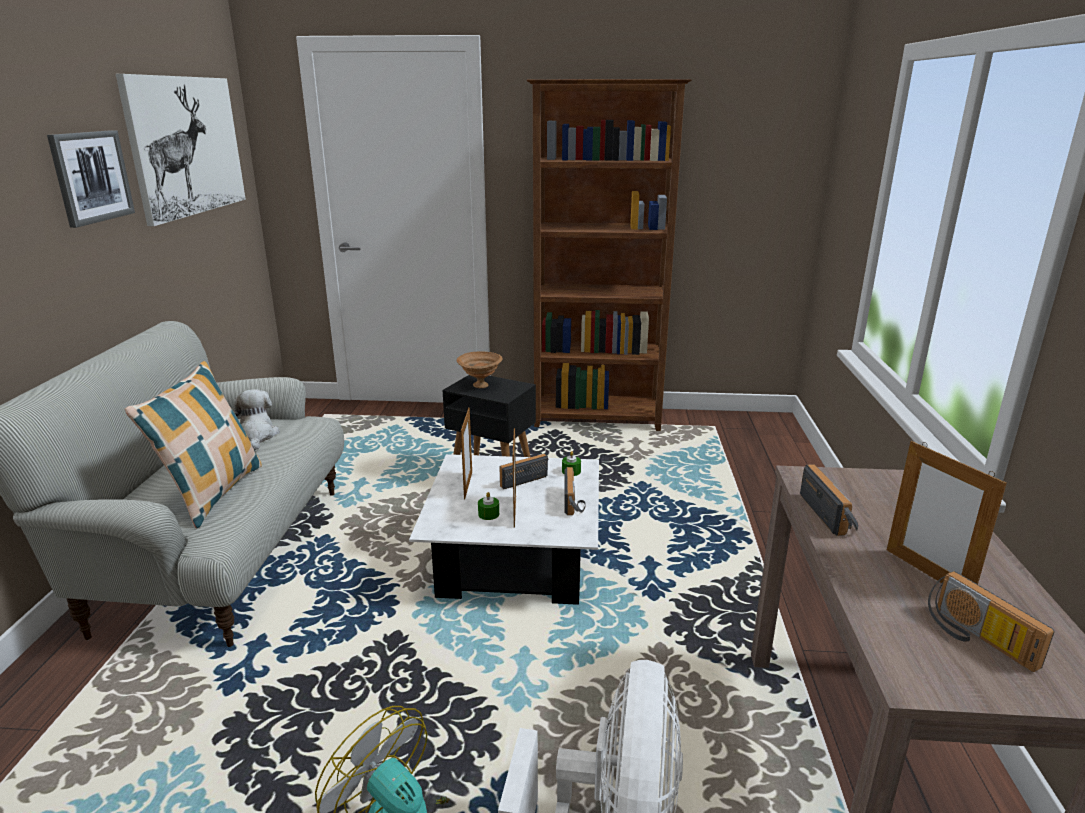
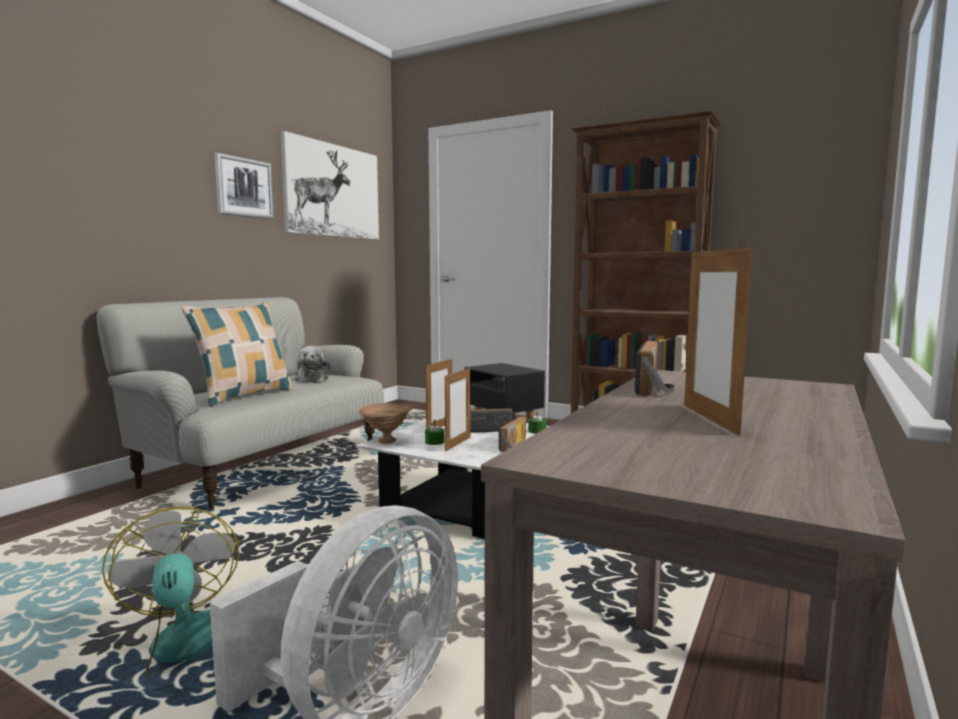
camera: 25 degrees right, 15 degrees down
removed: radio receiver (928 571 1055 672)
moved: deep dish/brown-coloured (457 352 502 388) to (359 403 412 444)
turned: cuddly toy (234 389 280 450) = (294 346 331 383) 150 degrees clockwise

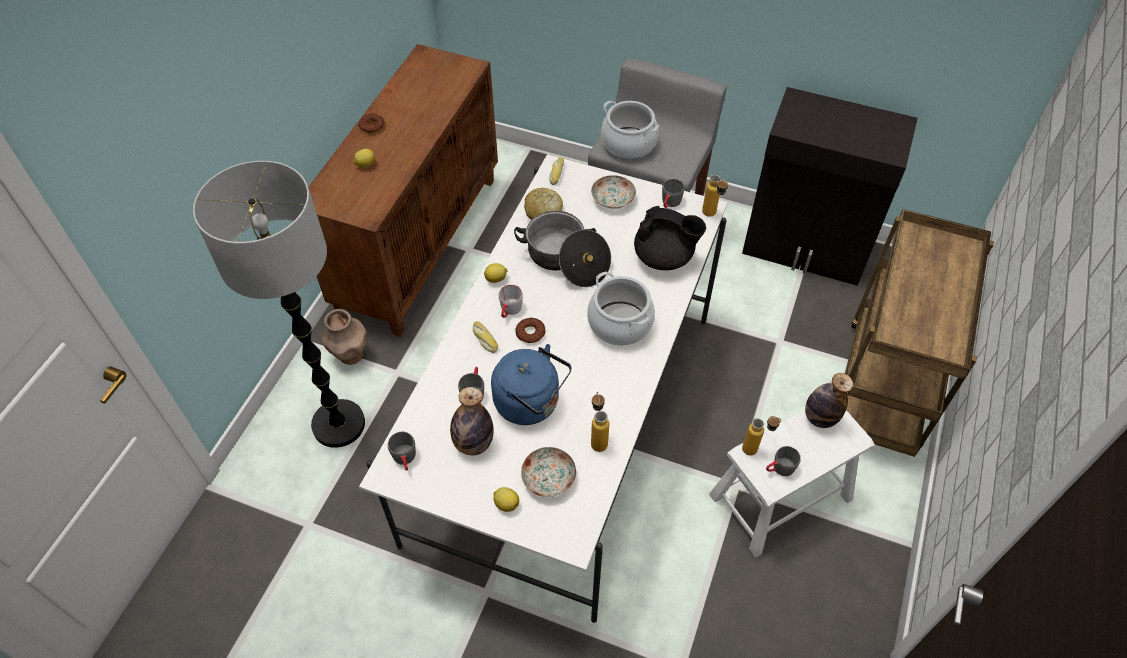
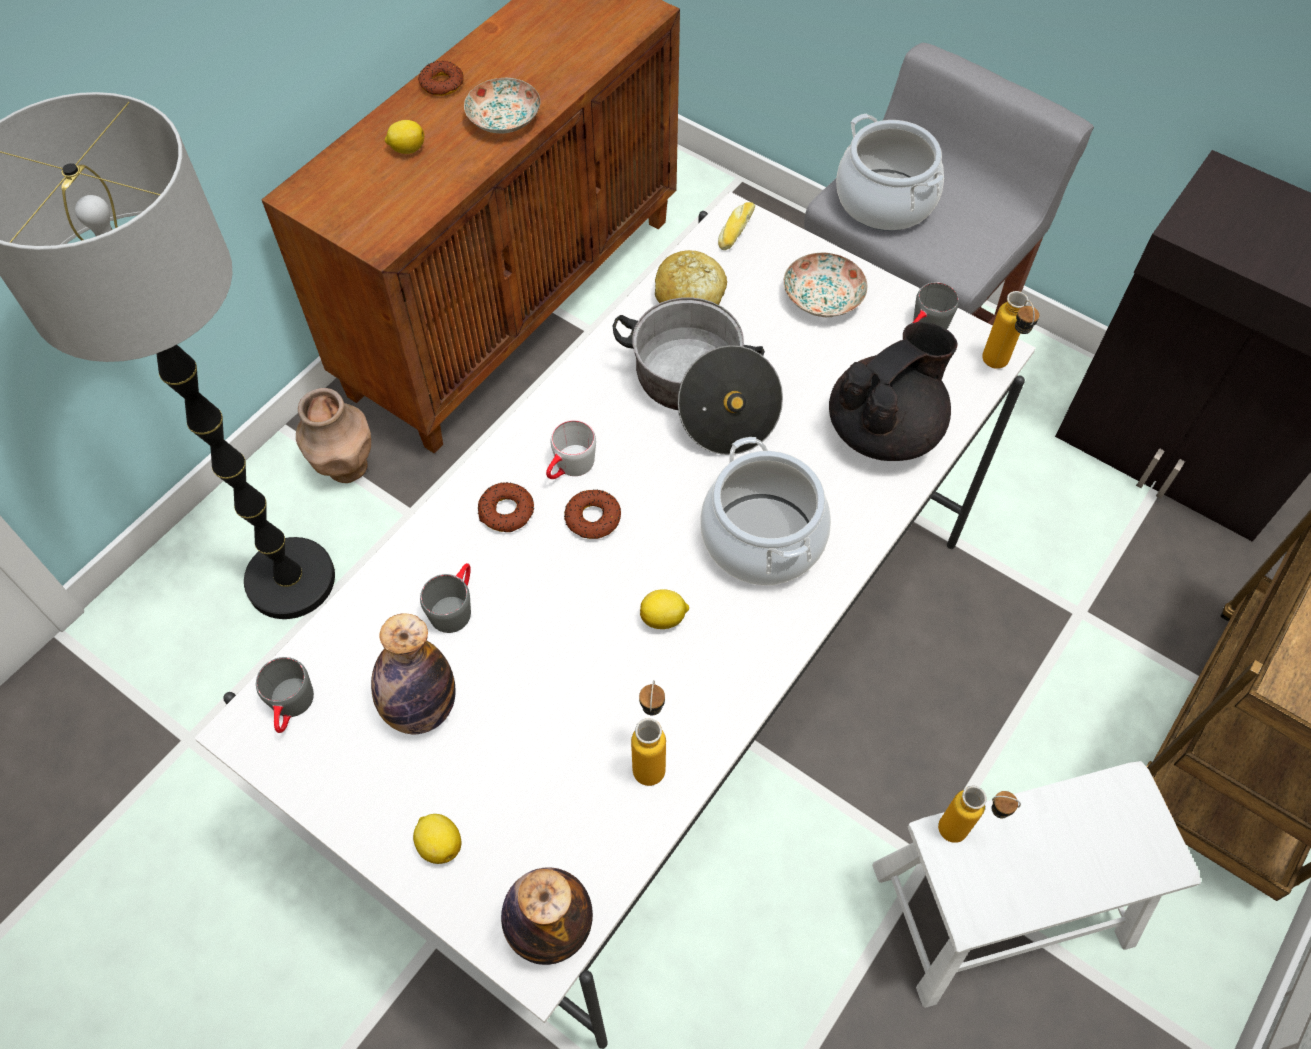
camera: 15 degrees right, 5 degrees up
removed: kettle/bluish (491 344 572 425); mug/grey (766 446 801 476)
moved: whole lemon (484 263 508 283) to (640 589 689 629); dinner plate (521 447 576 498) to (464 78 541 134); beverage bottle (805 373 853 428) to (501 867 593 965)
replaced: bakery bread (473 321 498 353) to donut (478 482 534 532)
turned: pot for tea/blackish (634 206 706 270) = (829 322 957 461) 75 degrees counterclockwise

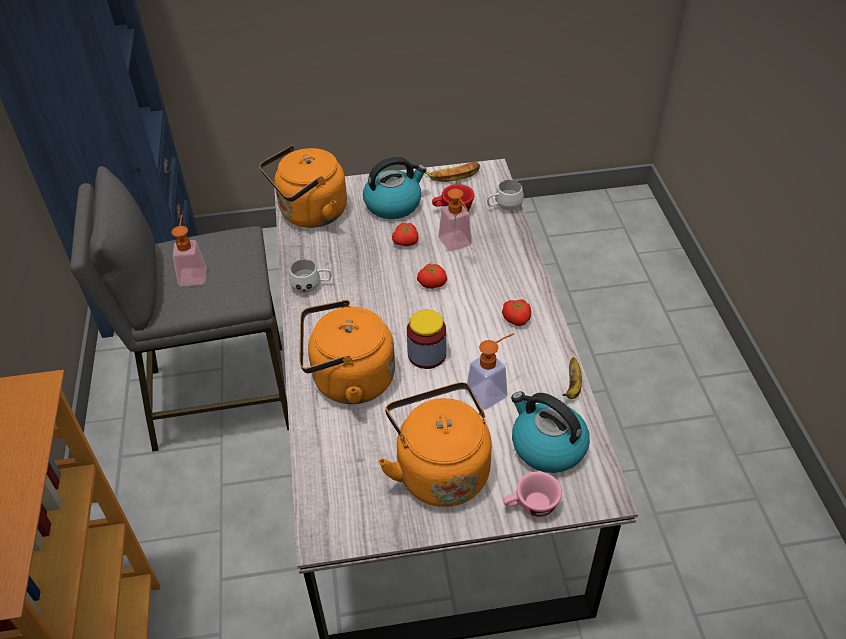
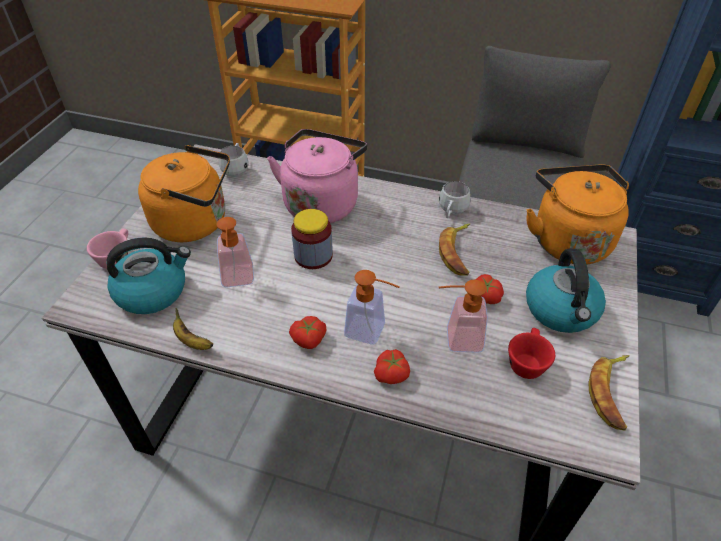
camera: 115 degrees right, 0 degrees up
added: banana fruit (439 223 470 276)
moved: liquid soap bottle (172 214 207 287) to (344 270 400 344); tomato (417 263 447 289) to (374 349 410 384); mug/whitish (487 180 524 210) to (219 143 249 177)
recoloured: kettle/orange-coloured (300 300 395 404) to kettle/pink-coloured (267 129 367 223)

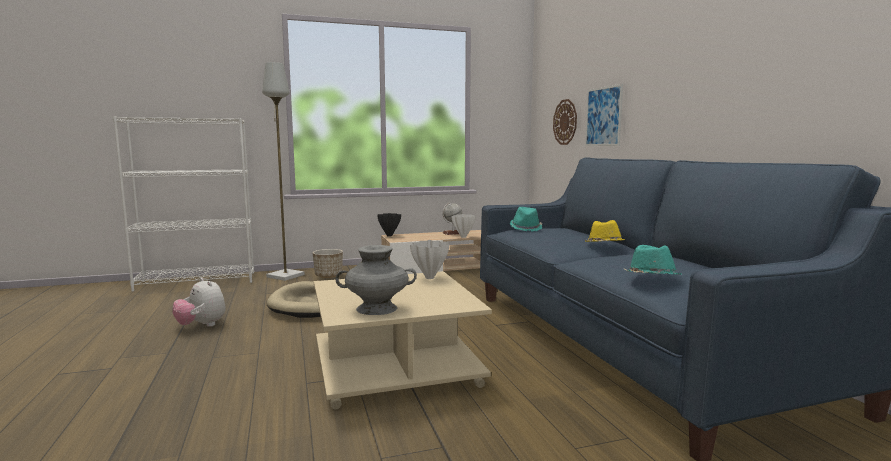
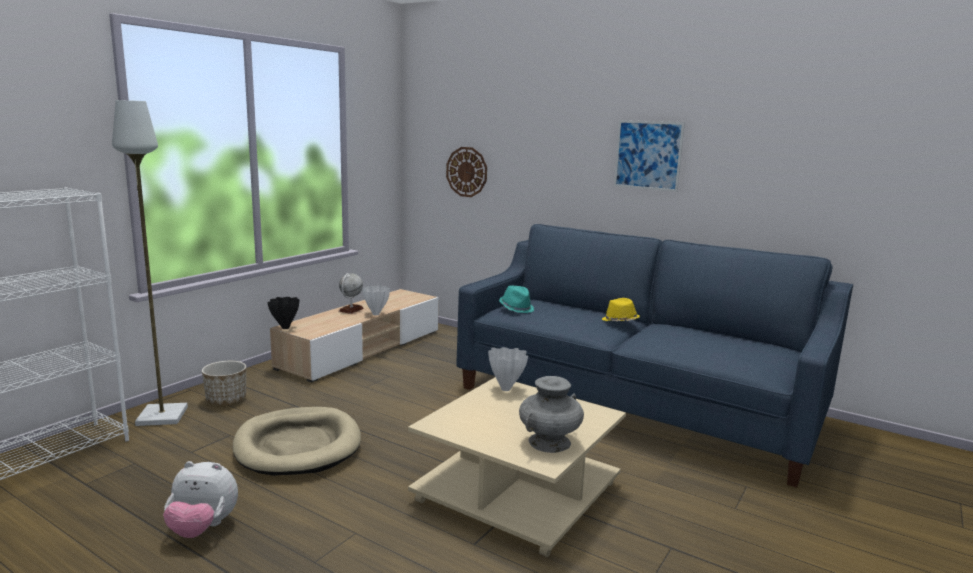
camera: 40 degrees left, 5 degrees up
removed: clothing hat/turquoise-coloured (624 245 682 275)
moved: picture (585 84 623 146) to (614 120 685 192)

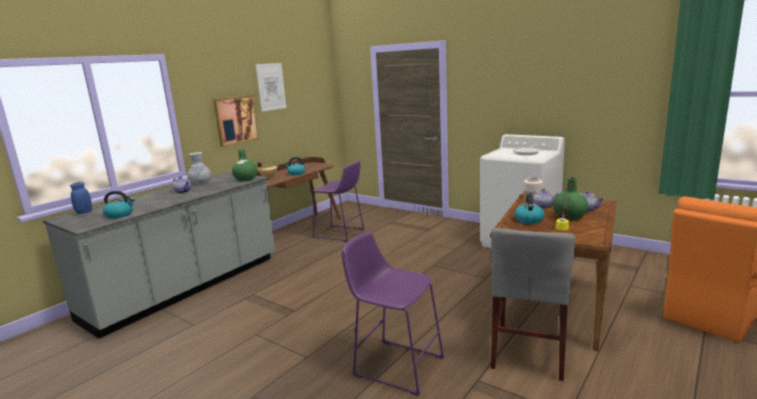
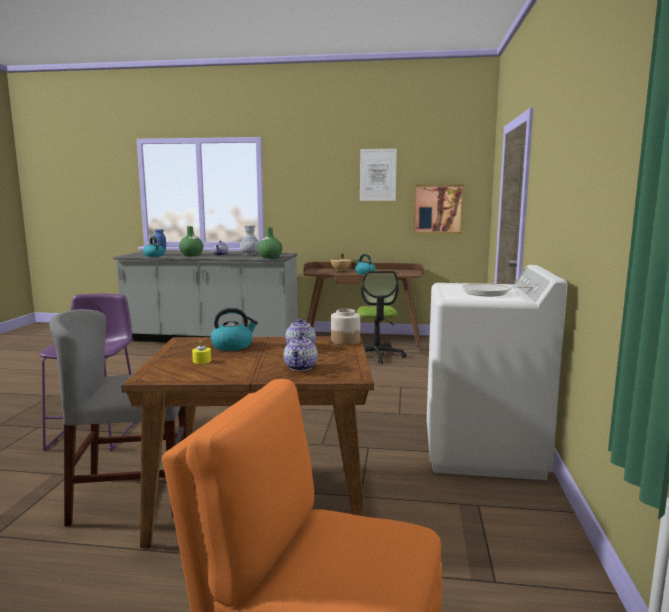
camera: 60 degrees right, 5 degrees down
moved: picture (213 95 260 147) to (413 184 464 234); vase/green (553 177 588 221) to (179 226 203 256)
replaced: stool seat/purplish (312 160 364 242) to office chair (357 271 407 364)

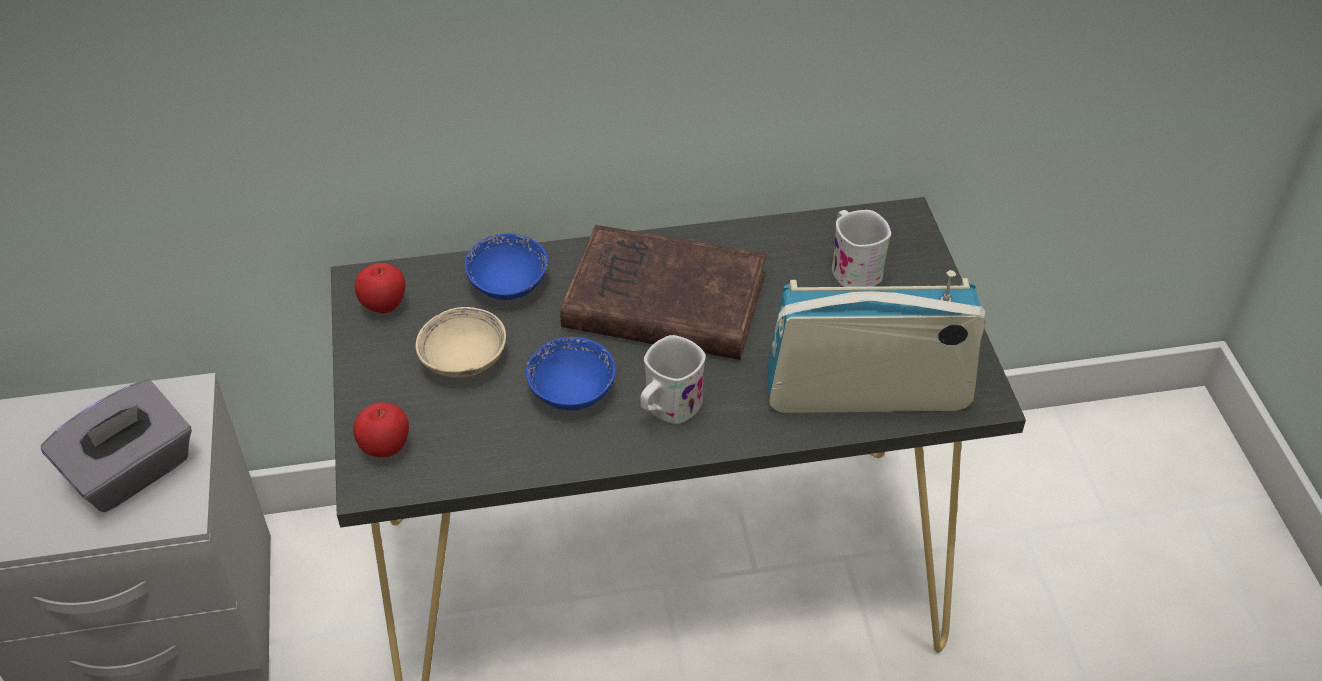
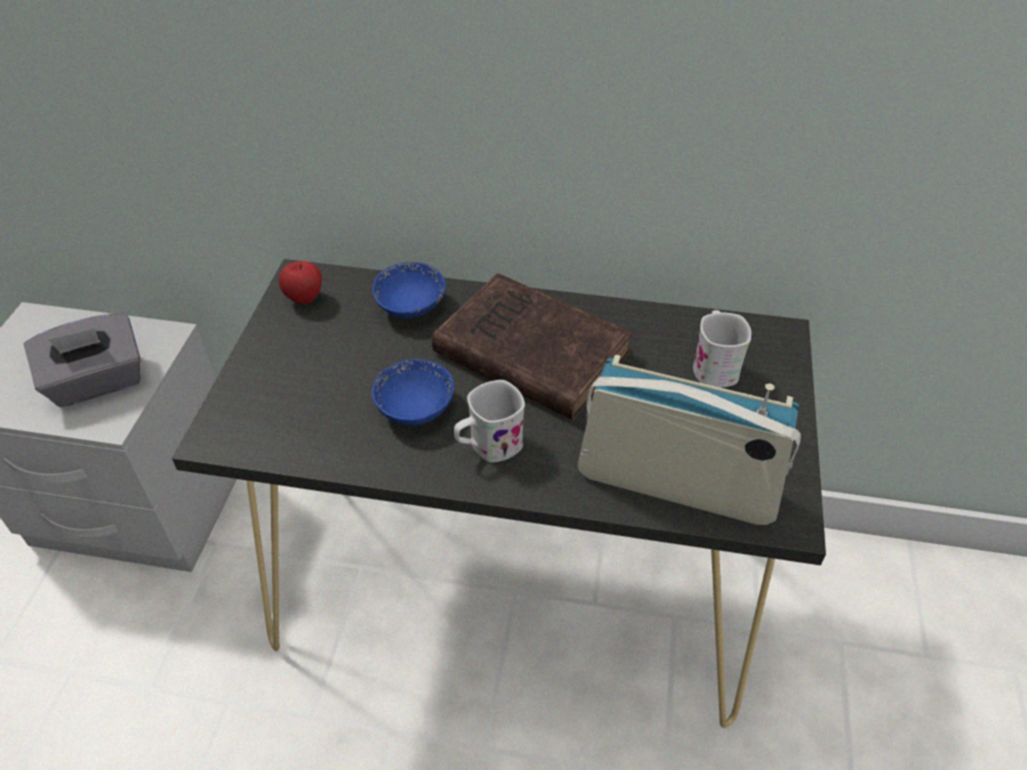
camera: 20 degrees right, 0 degrees up
removed: apple fruit (353 402 409 457); deep dish/beige-coloured (416 307 506 378)

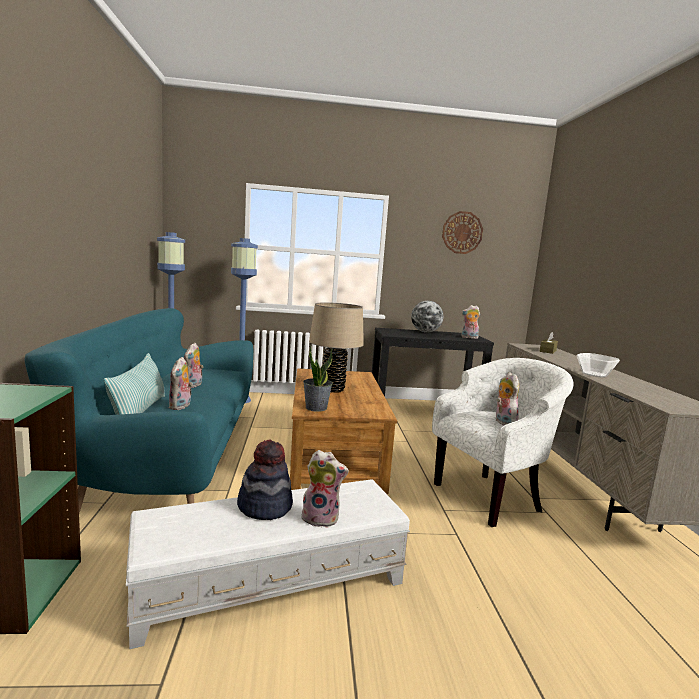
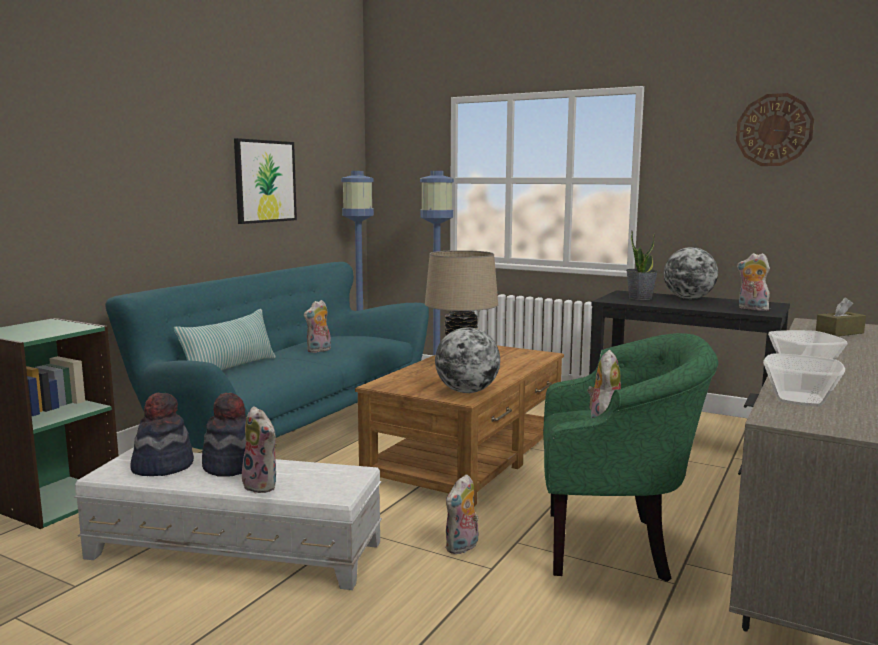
camera: 35 degrees right, 0 degrees up
added: clothing hat (130 393 194 476); picture (234 138 297 224); desk globe (435 327 500 393); deep dish (763 354 845 406)
moved: cuddly toy (169 357 193 410) to (445 474 479 554); potted plant (303 345 333 412) to (626 230 658 300)
recoloured: armchair/whitish (432 358 574 527) to armchair/green (543 333 719 582)

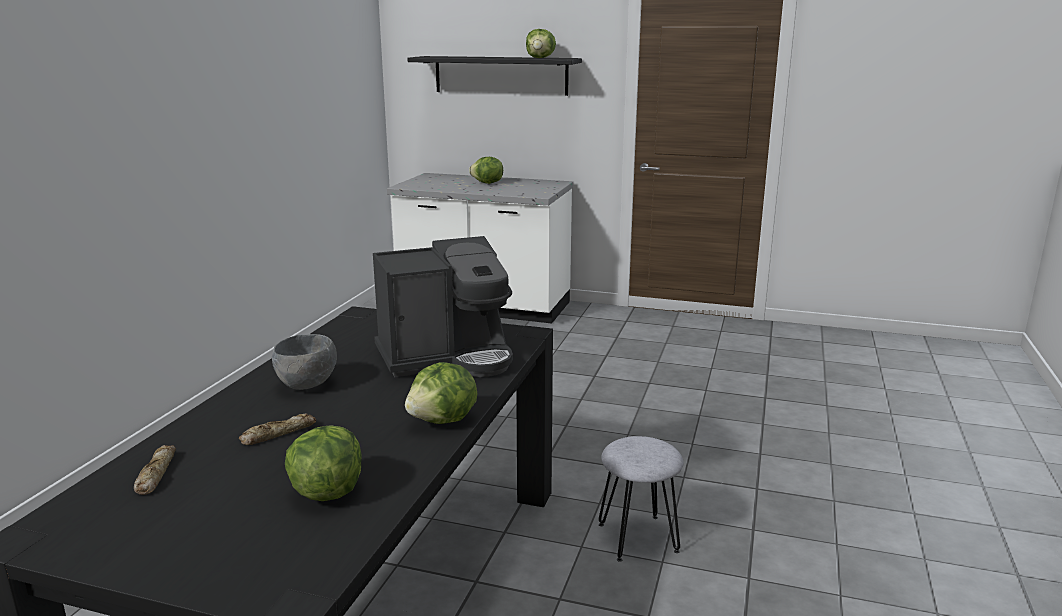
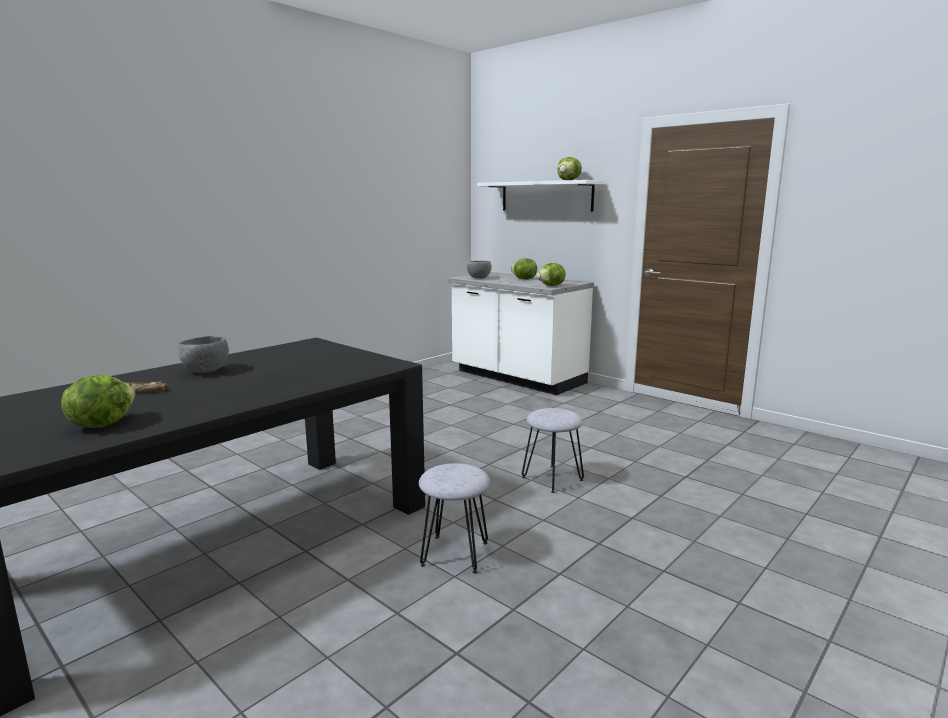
camera: 25 degrees right, 5 degrees down
removed: bakery bread (134 445 176 495); coffee maker (373 236 513 377)
added: deep dish/grey (467 261 492 278); stool seat/grey (522 408 584 493)
moved: lettuce (405 362 478 424) to (536 263 566 286)
recoloured: wall shelf/blackish (407 56 582 96) to wall shelf/whitish (477 180 605 212)

